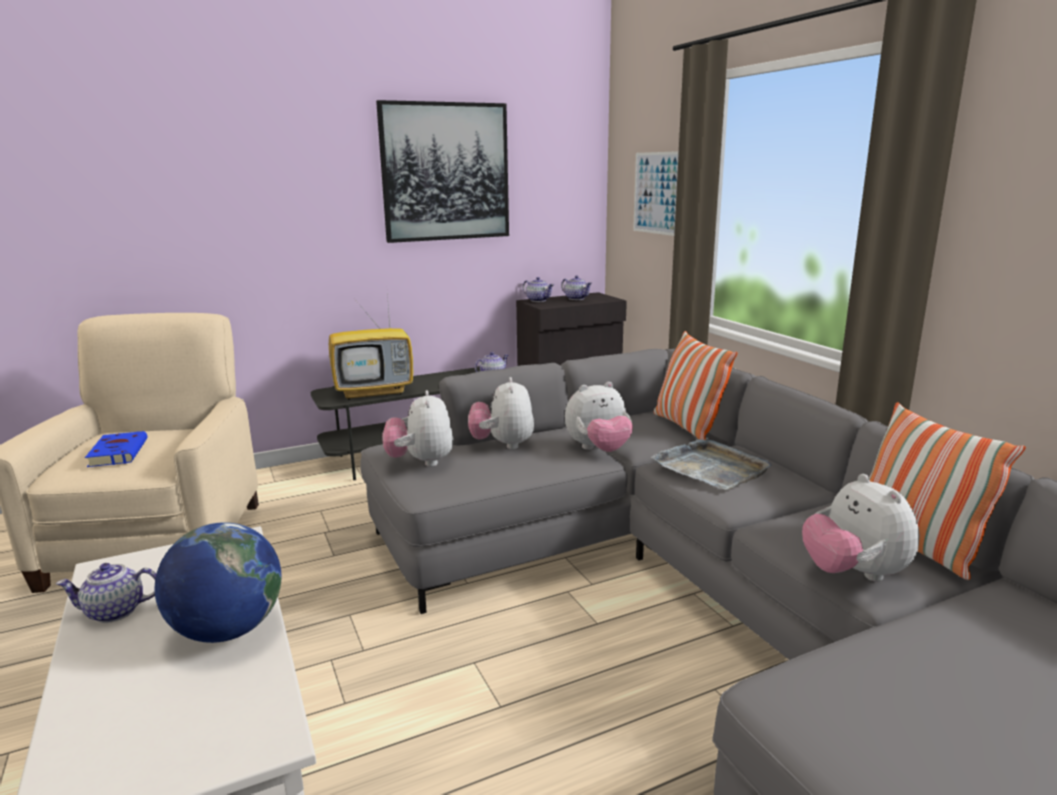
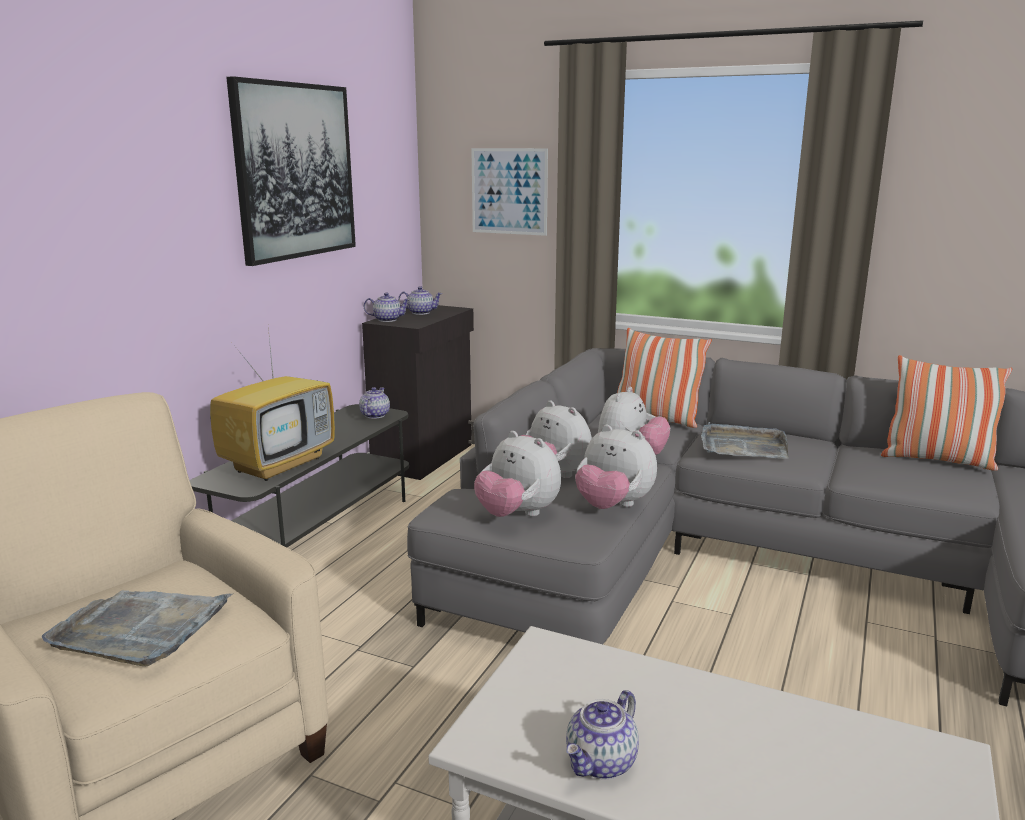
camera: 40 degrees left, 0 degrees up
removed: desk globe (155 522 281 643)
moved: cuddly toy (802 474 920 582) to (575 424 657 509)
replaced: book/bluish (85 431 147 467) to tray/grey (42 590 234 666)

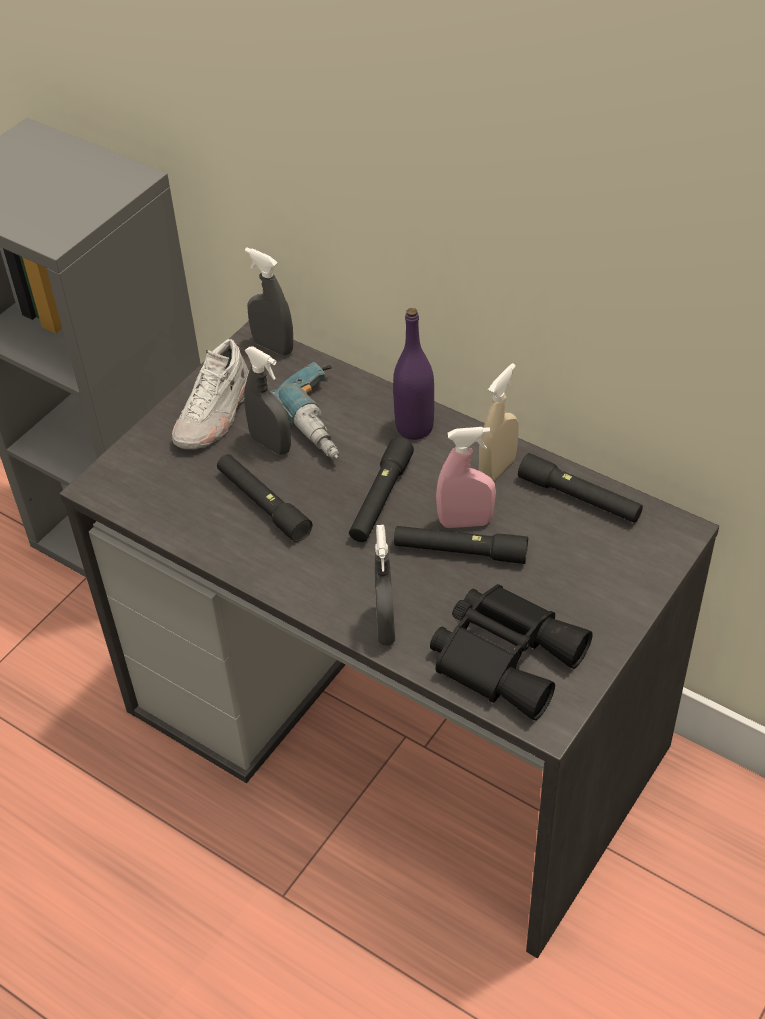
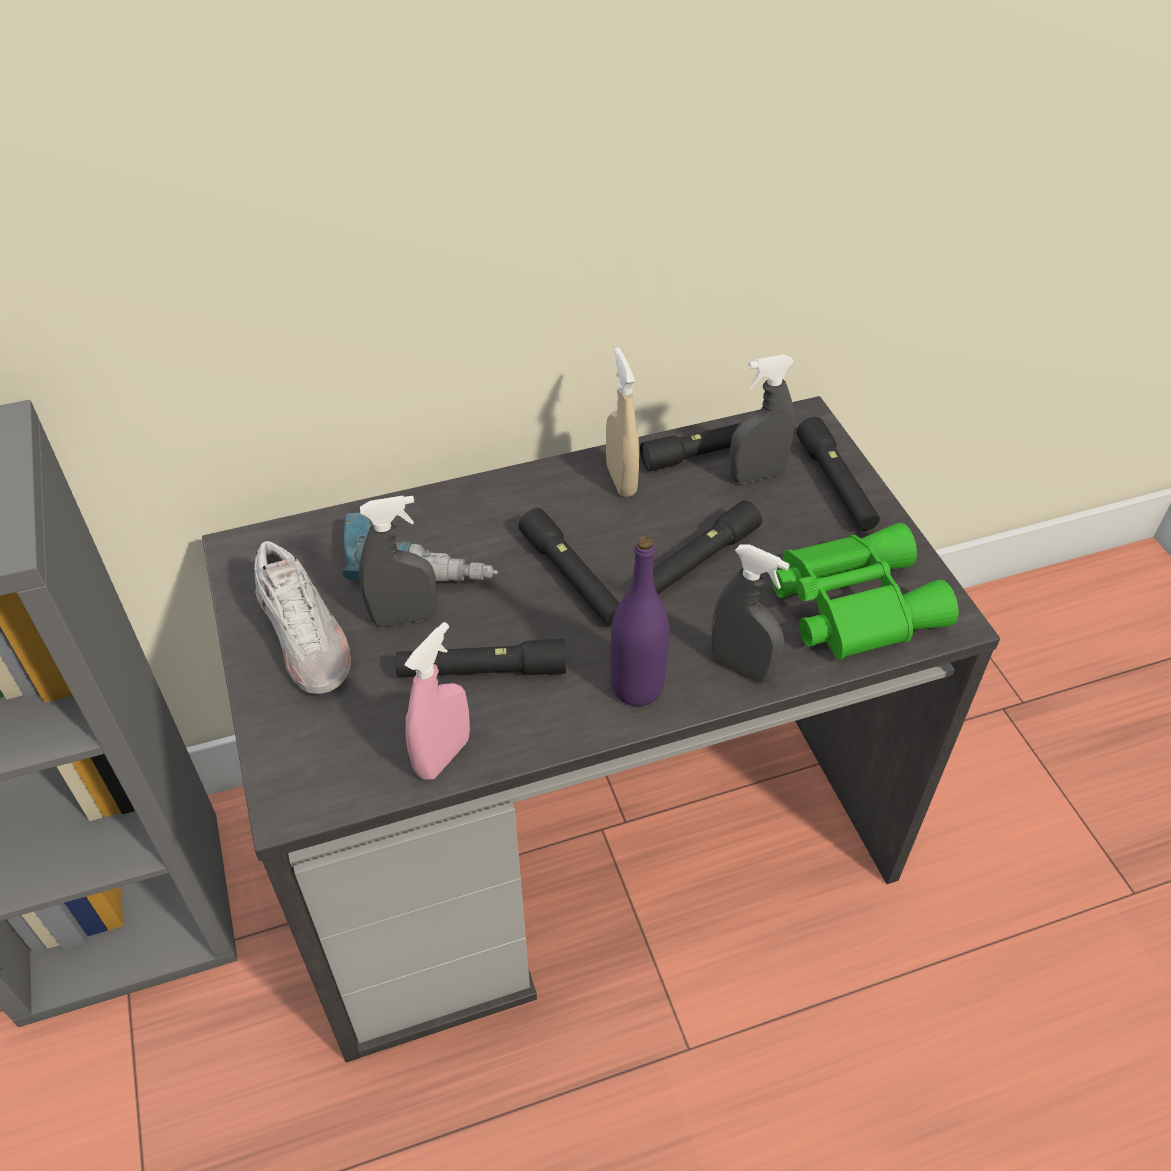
camera: 55 degrees left, 0 degrees up
added: torch/blackish (796 417 880 531)
moved: hand sprayer/grey (245 247 293 356) to (729 354 794 483); beverage bottle/purplish (393 308 434 440) to (610 536 669 706); hand sprayer/pink-coloured (436 427 496 528) to (404 622 470 780)
recoloured: field glasses/blackish (430 584 593 721) to field glasses/green (772 523 958 660)

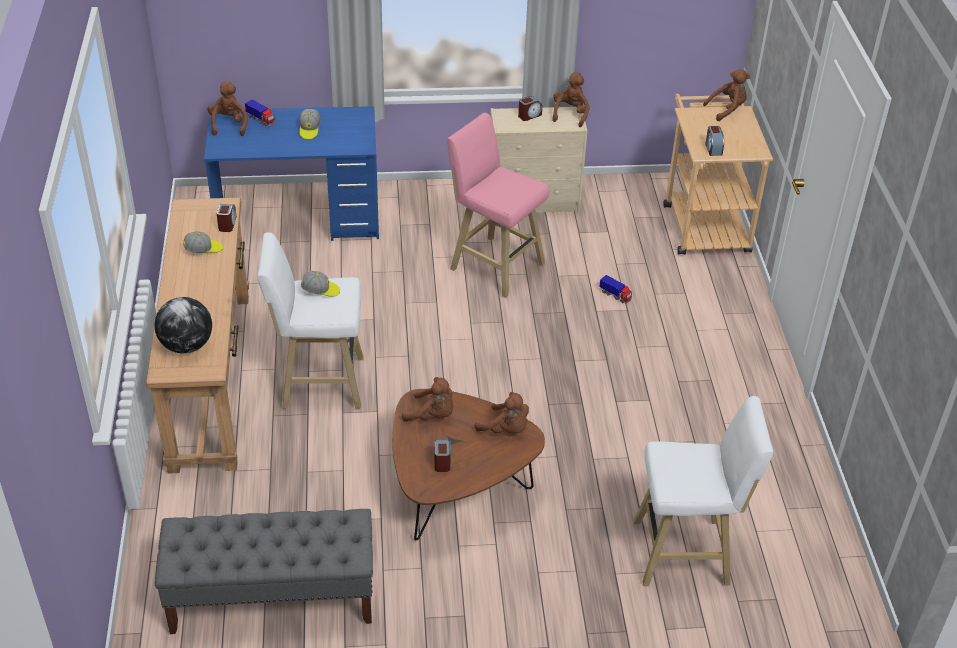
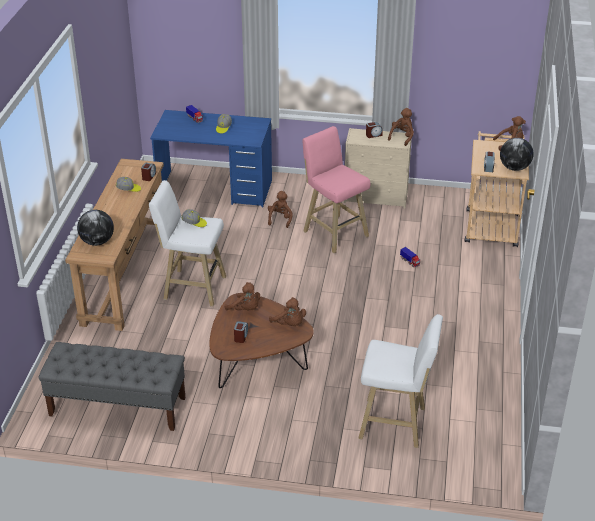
camera: 15 degrees right, 5 degrees down
added: desk globe (500 138 534 171)
moved: cuddly toy/brown-coloured (207 81 248 136) to (268 191 293 228)

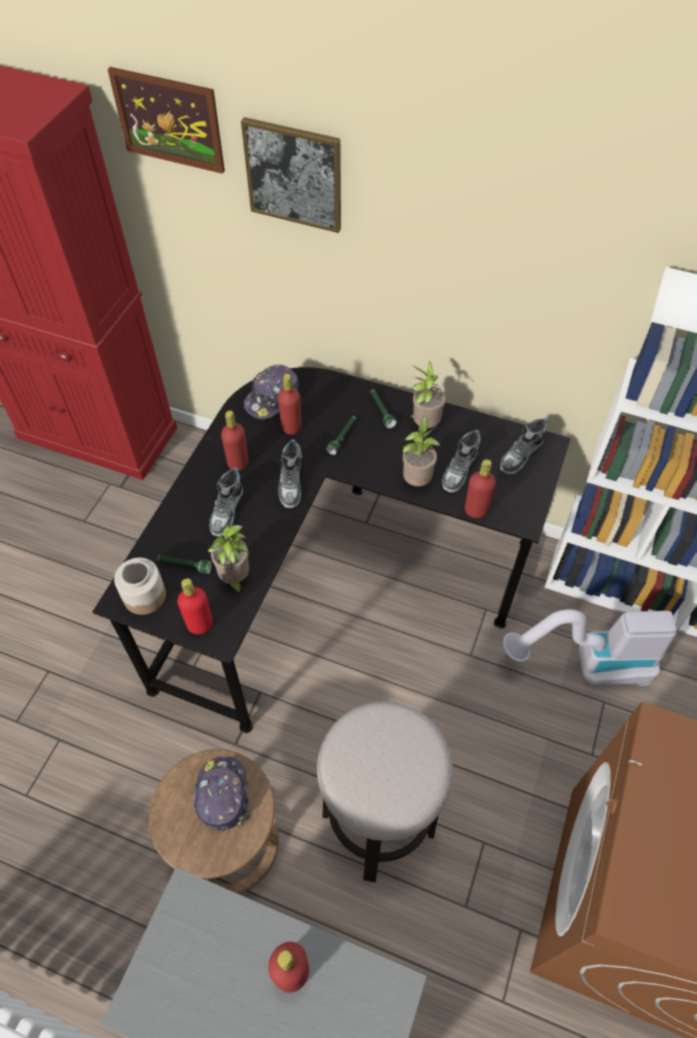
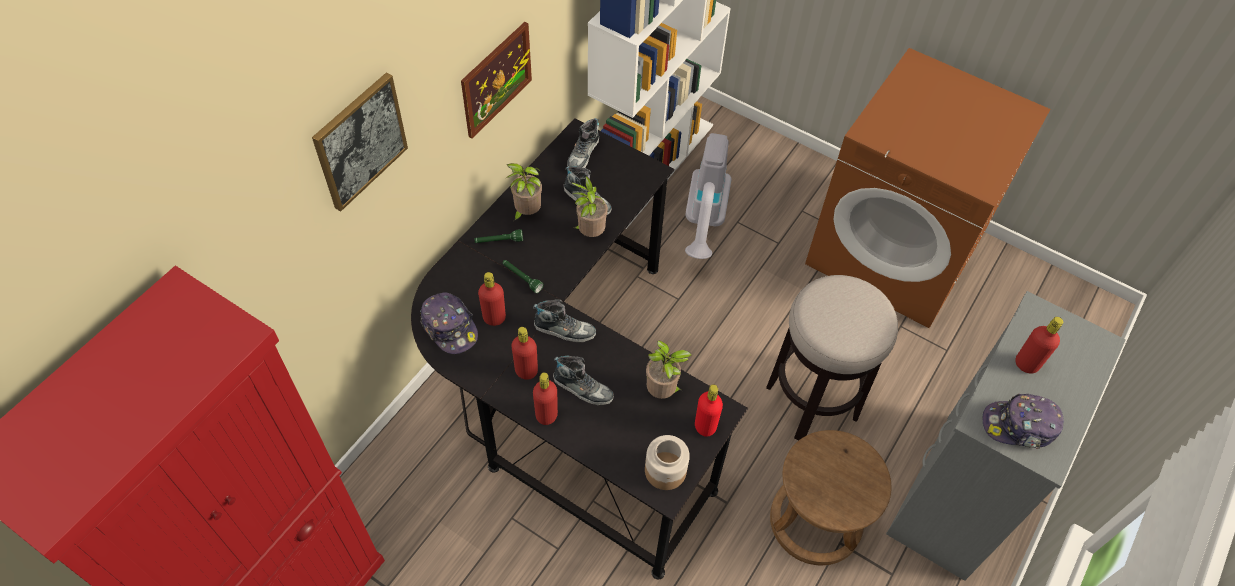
camera: 80 degrees left, 0 degrees up
removed: torch/green (156 555 212 574)
moved: picture (107 67 225 174) to (461 22 532 138); peaked cap (193 757 248 833) to (983 394 1064 449); beverage bottle/red-coloured (465 459 496 518) to (533 372 558 425)
turned: low shoe (500 418 548 475) = (567 118 599 168) 60 degrees clockwise

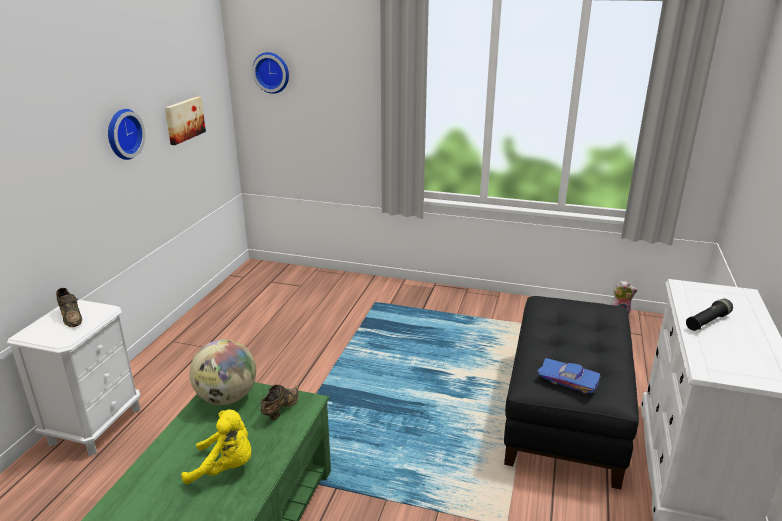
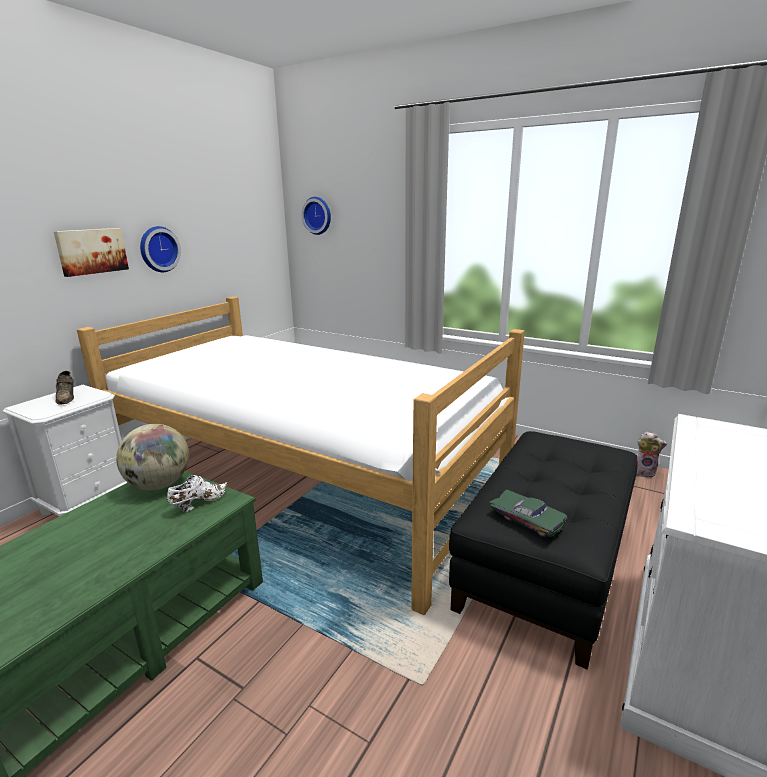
camera: 15 degrees right, 5 degrees down
removed: cuddly toy/yellow-coloured (181 410 251 484); torch/blackish (686 299 733 331)
added: sleeping bed (77 296 525 615)
moved: picture (165 97 206 145) to (53 228 129 277)
recoloured: low shoe/brown-coloured (261 385 299 420) to low shoe/whitish (167 475 228 512); toy car/bluish (538 358 600 394) to toy car/green (490 489 567 537)

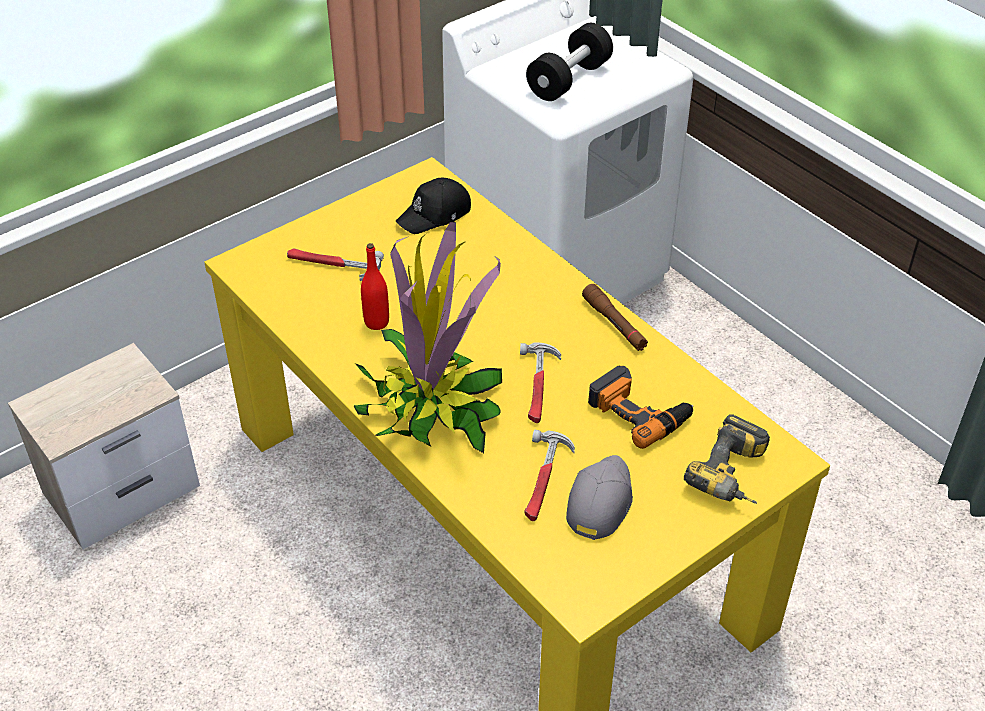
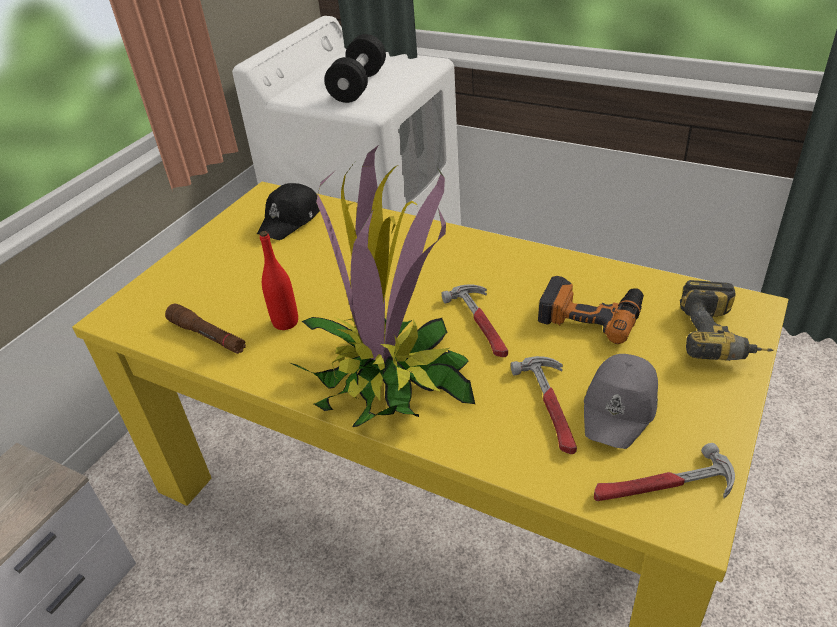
camera: 20 degrees left, 5 degrees down
moved: hammer (287 248 384 281) to (594 443 735 501); torch/brown-coloured (582 284 648 351) to (165 304 246 354)
turned: peaked cap/grey (566 455 633 540) = (584 354 658 449) 150 degrees counterclockwise

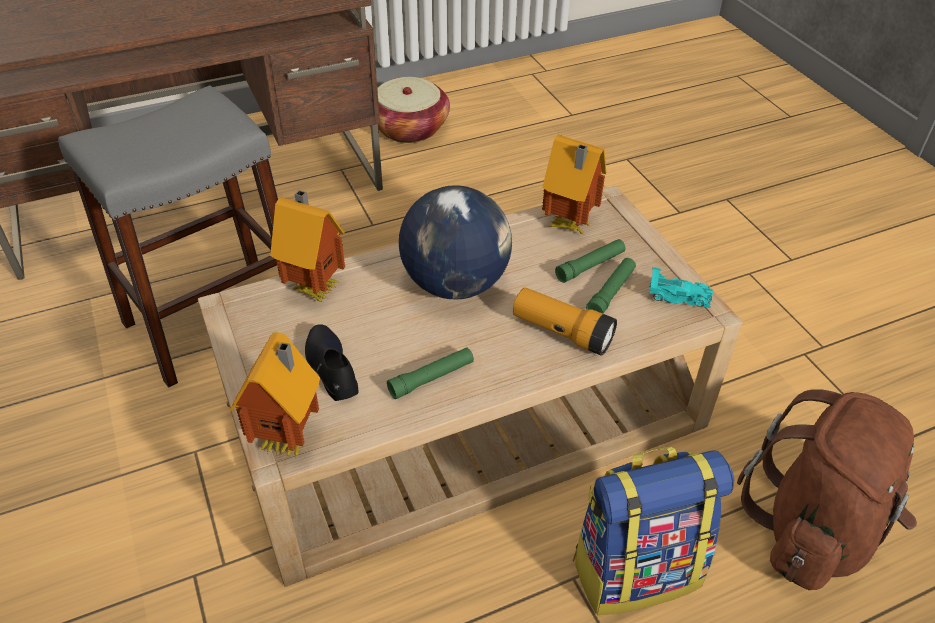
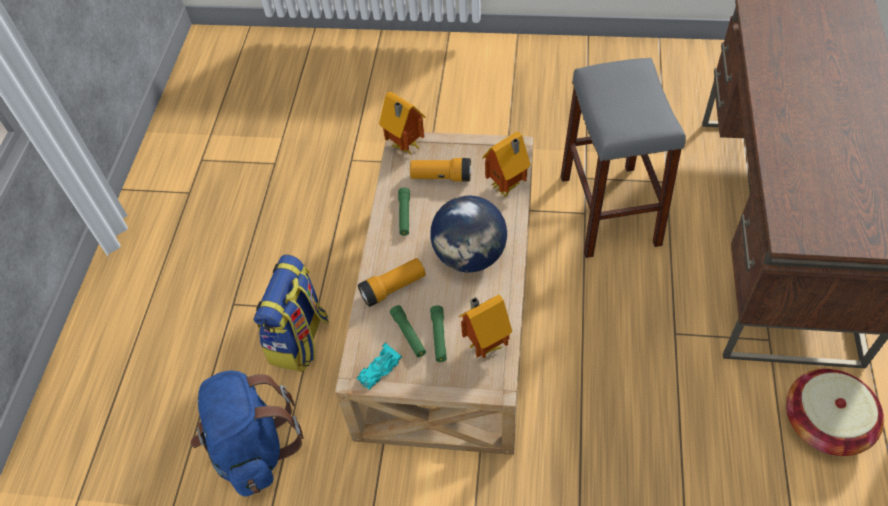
camera: 125 degrees right, 10 degrees up
replaced: low shoe/blackish (305 324 359 401) to torch (410 158 471 182)
recoloured: knapsack/brown-coloured (737 389 917 590) to knapsack/bluish (190 370 304 497)

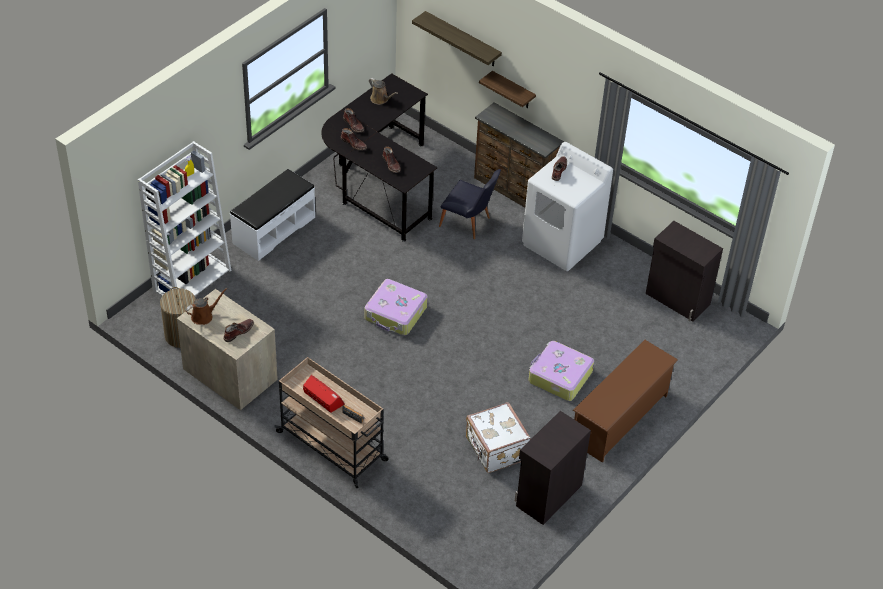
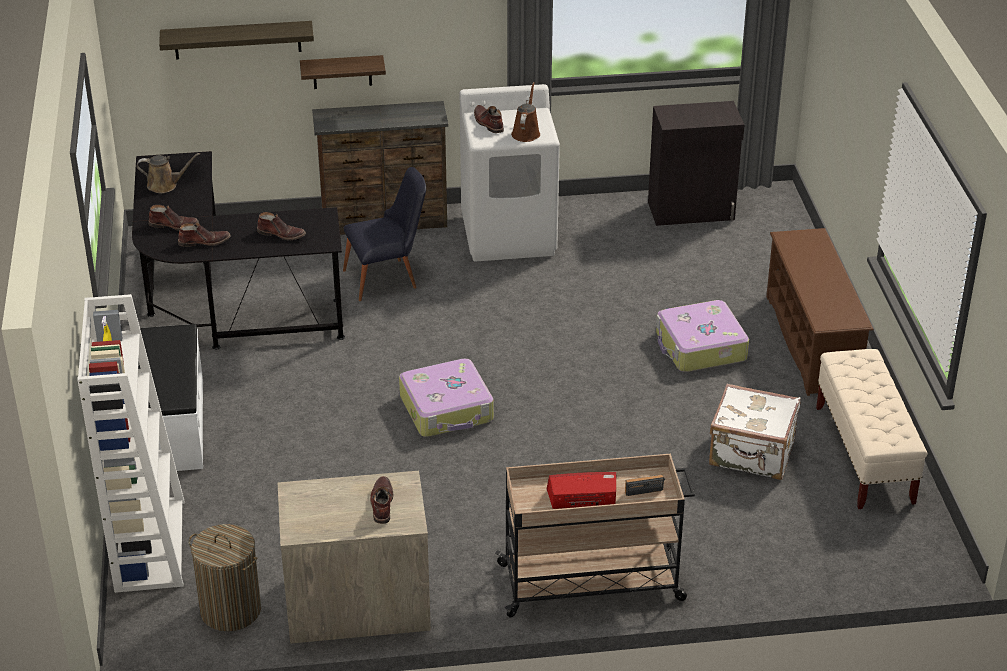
camera: 45 degrees left, 10 degrees down
moved: watering pot/brown-coloured (186 288 228 325) to (511 82 540 142)
replaced: cabinet/blackish (515 411 591 525) to bench/beige-coloured (816 349 928 509)

